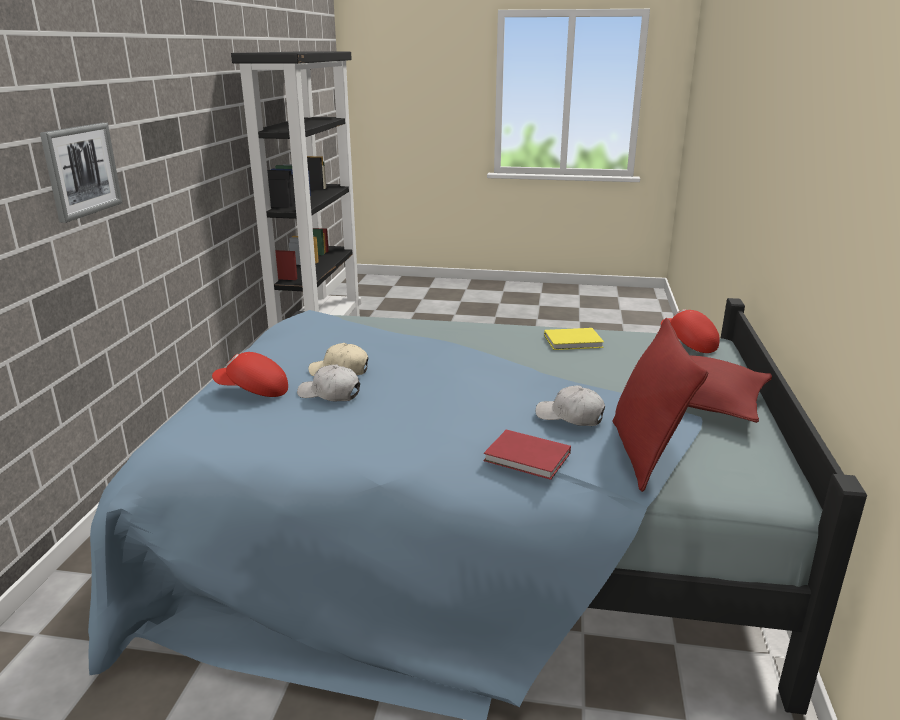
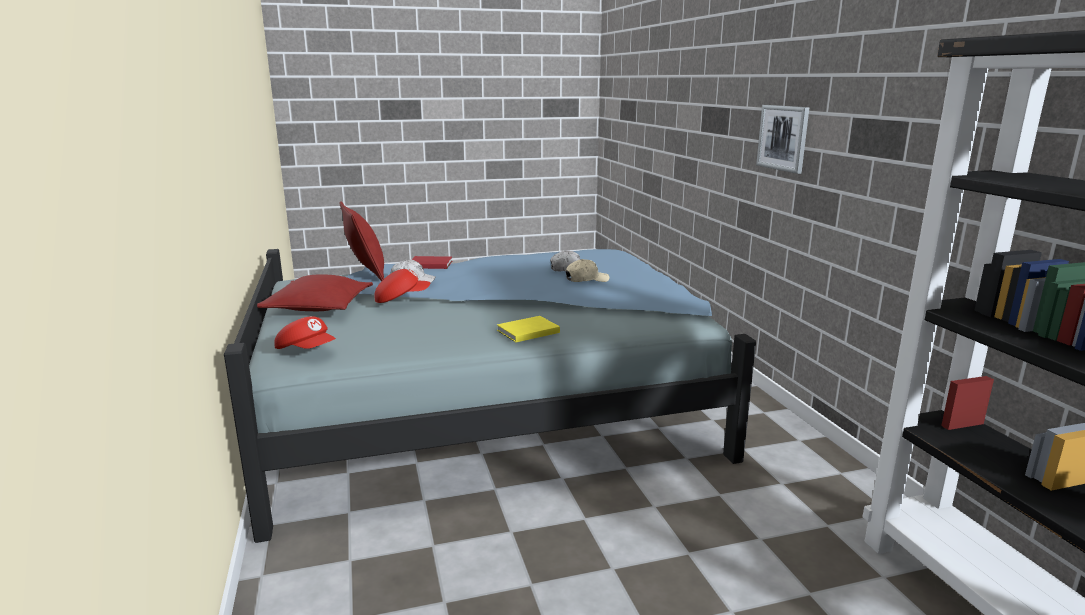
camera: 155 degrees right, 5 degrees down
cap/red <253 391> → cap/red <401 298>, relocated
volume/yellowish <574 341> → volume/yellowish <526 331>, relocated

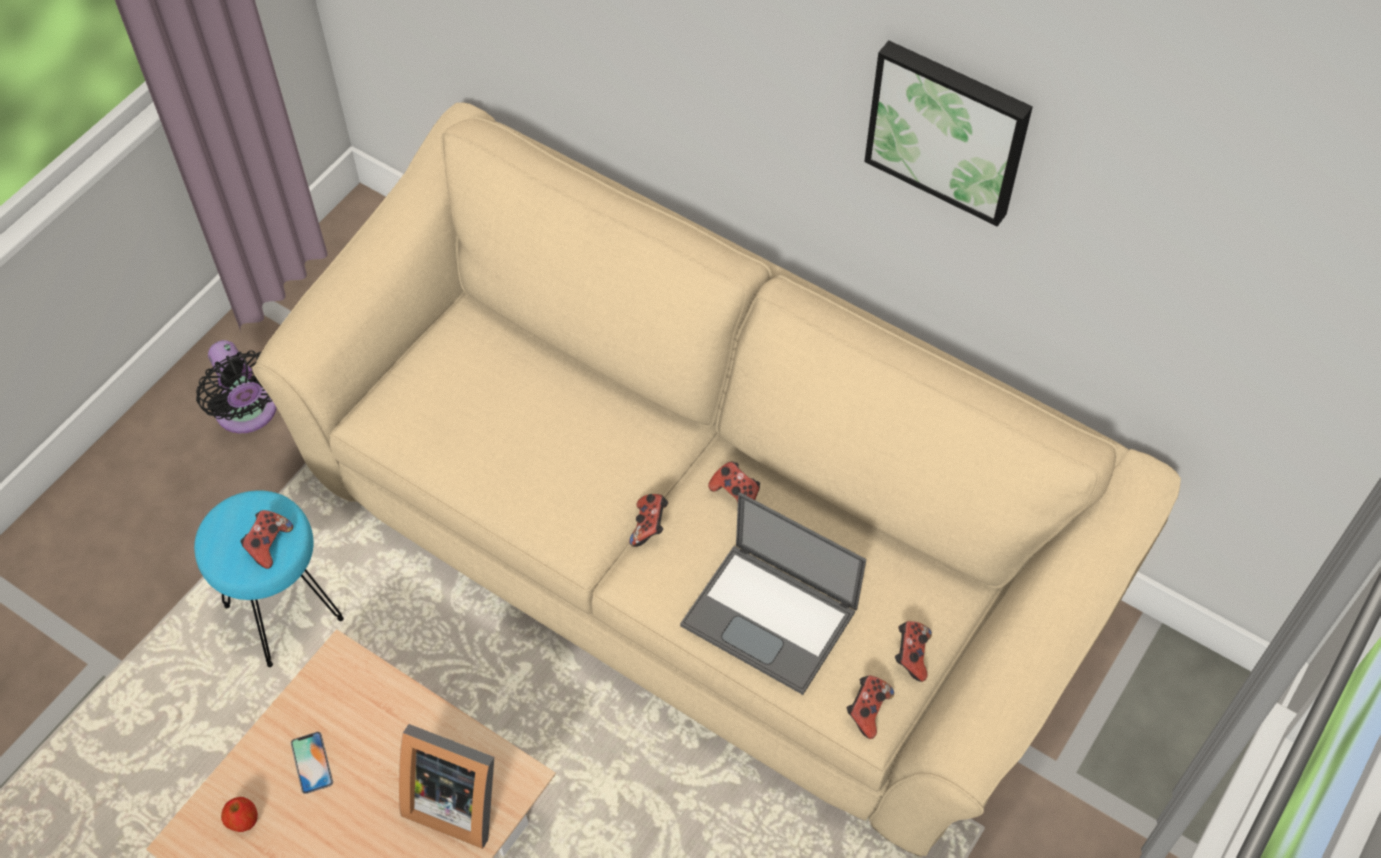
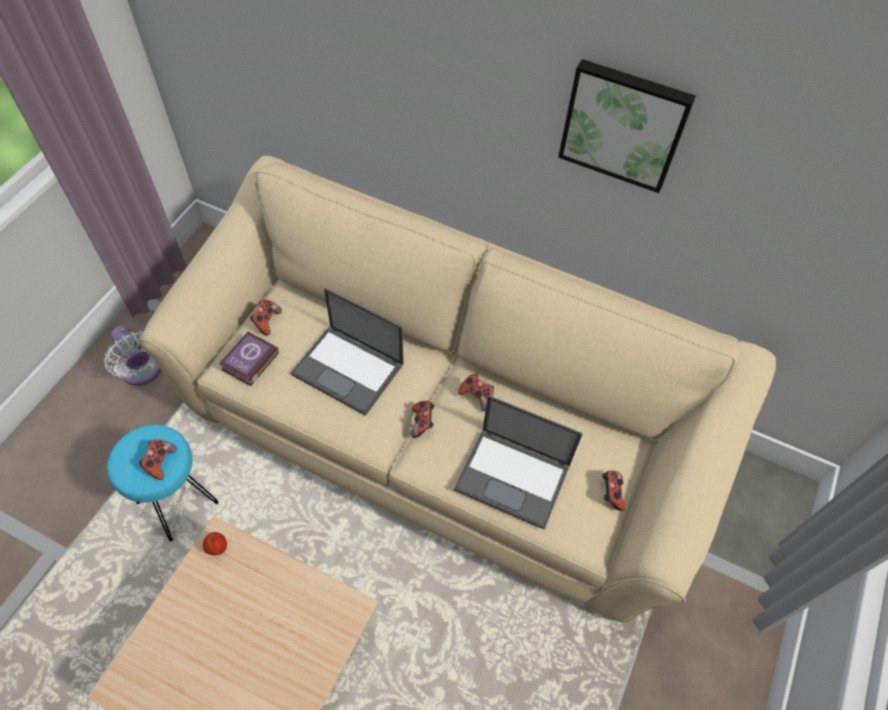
camera: 10 degrees left, 0 degrees up
cooling fan/blackish <248 413> → cooling fan/white-coloured <143 371>
apple fruit <243 821> → apple fruit <217 548>, relocated
handset <311 762> → -
photo frame <455 798> → -
game controller <867 711> → game controller <266 321>, relocated
- → volume <248 361>
- → laptop <349 369>

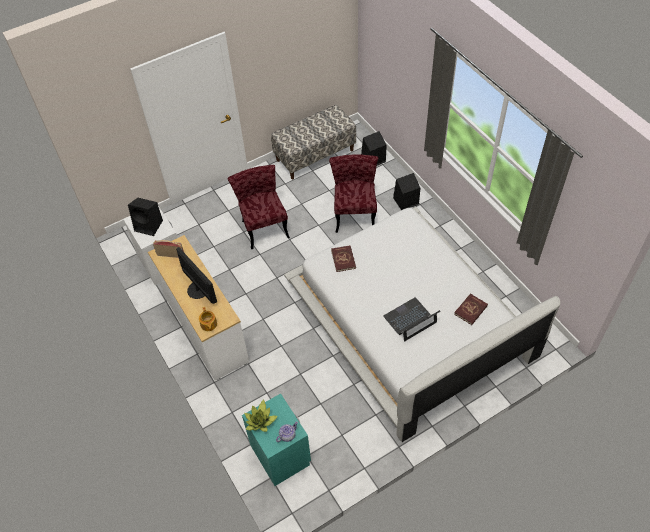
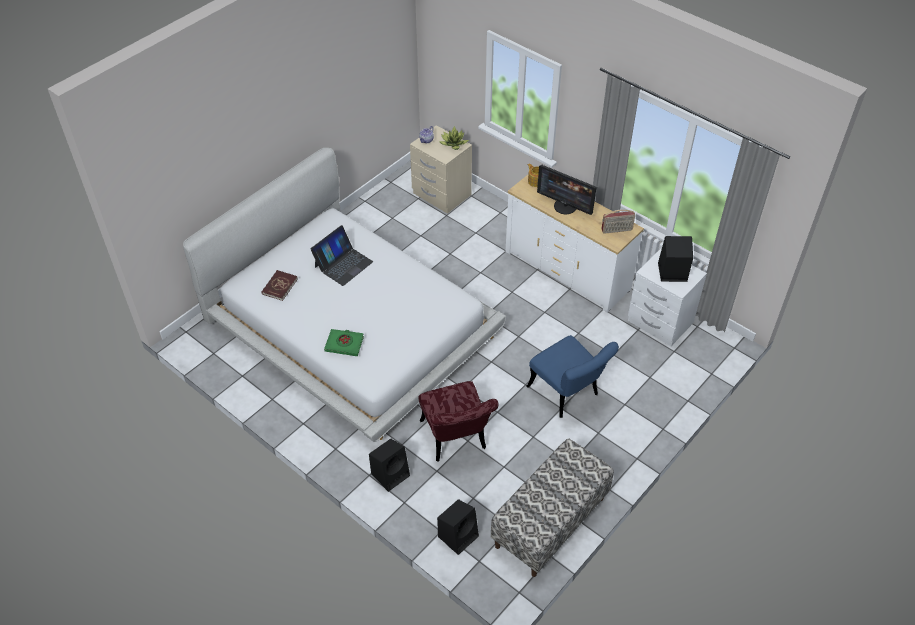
camera: 160 degrees right, 5 degrees down
upright chair/red <263 225> → upright chair/blue <568 394>
night table/turquoise-coloured <281 454> → night table/beige <441 194>
volume/red <343 259> → -
- → volume/green <344 344>

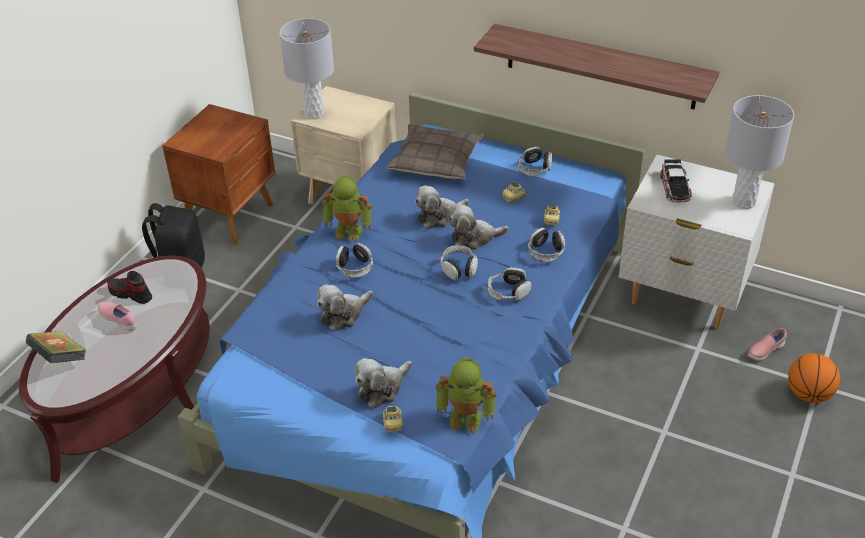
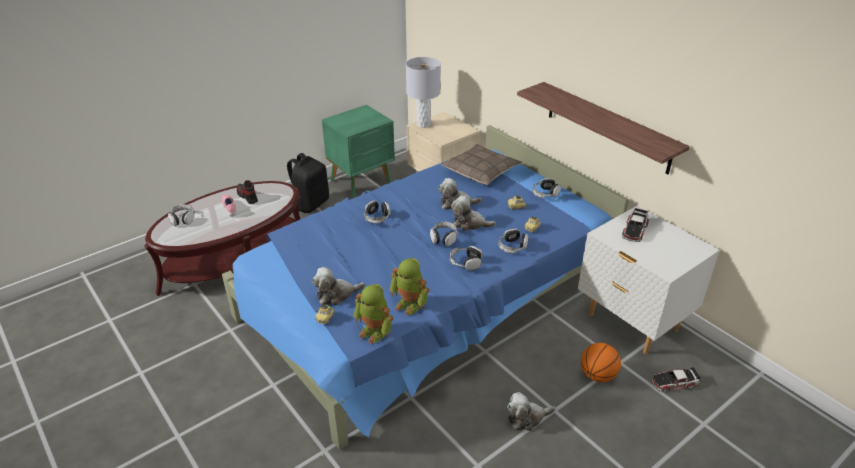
camera: 25 degrees right, 5 degrees down
volume <60 359> → pair of headphones <182 219>
night table/brownish <231 216> → night table/green <362 181>
soft toy <343 314> → soft toy <527 418>, relocated
toy robot <349 230> → toy robot <410 304>, relocated
table lamp/grey <743 201> → -
low shoe/pink <765 351> → toy car <674 383>
basketball ball <808 394> → basketball ball <597 375>, relocated

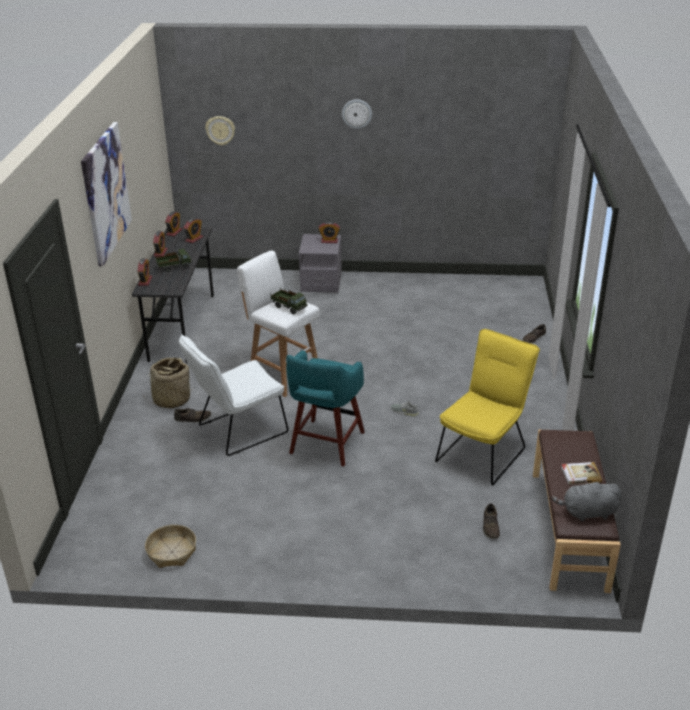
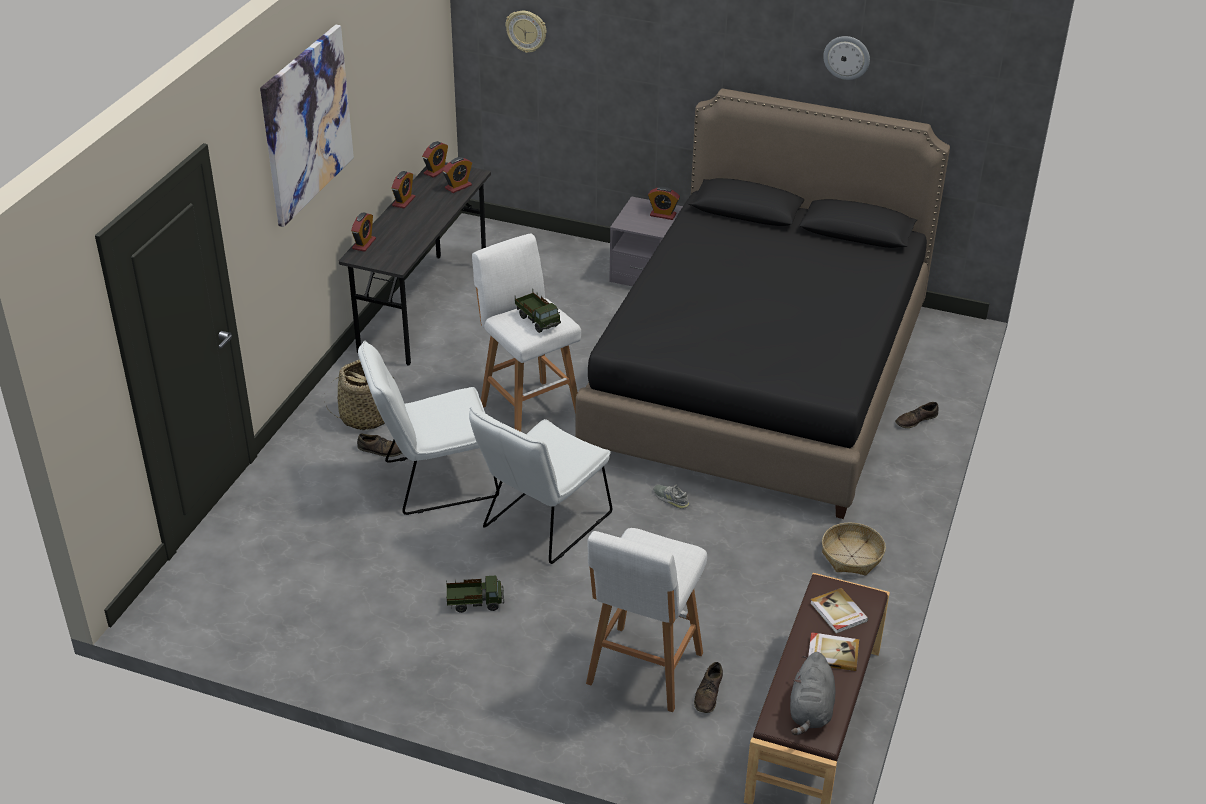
camera: 15 degrees right, 5 degrees up
household basket <172 552> → household basket <852 556>, relocated
model truck <174 267> → model truck <474 603>, relocated
stool seat/turquoise-coloured <326 444> → upright chair/white-coloured <541 525>
wall clock <357 113> → wall clock <846 57>, relocated
upright chair/yellowish <484 452> → -
soft toy/grey <587 513> → soft toy/grey <810 711>, 90 degrees counterclockwise
- → sleeping bed/blackish <760 379>
- → stool seat/white-coloured <643 671>
- → volume <838 613>

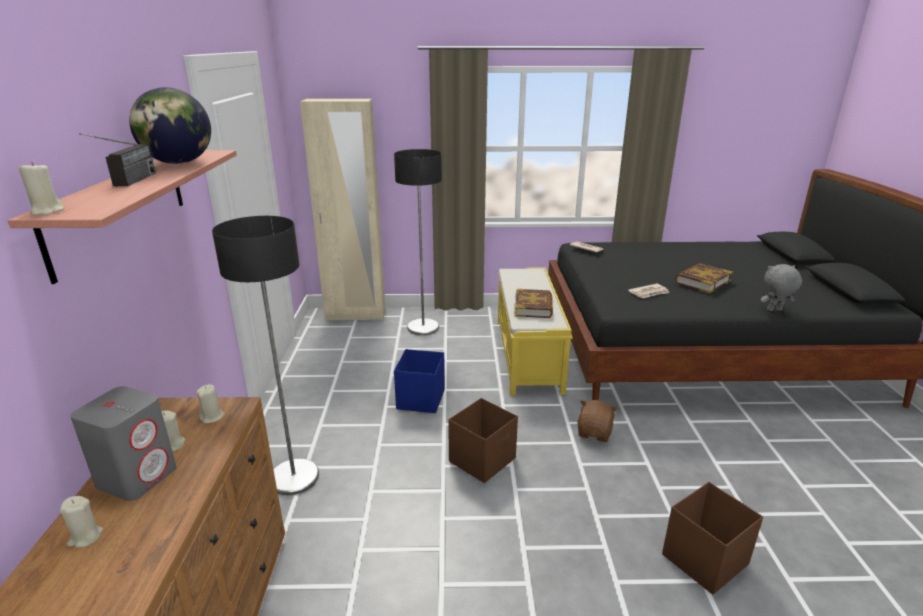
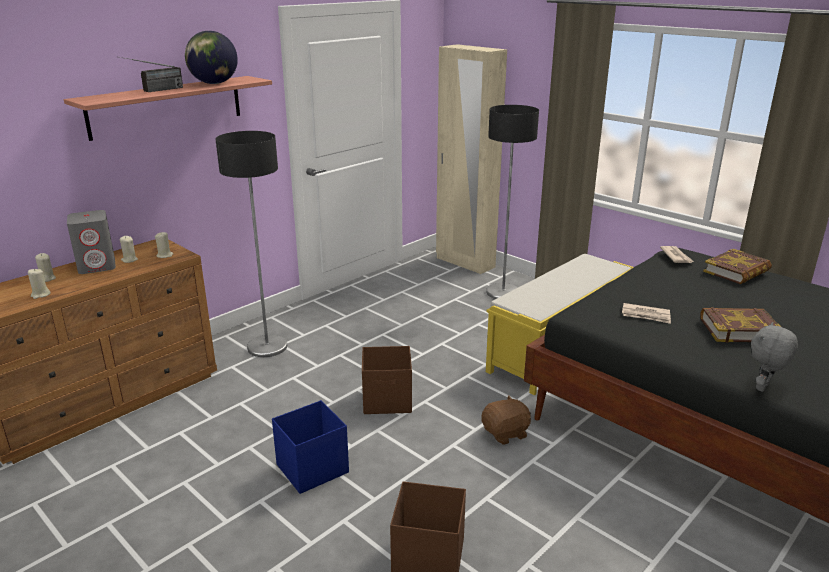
camera: 45 degrees right, 0 degrees up
wax light/beige <47 211> → wax light/beige <40 295>, relocated
storage box/blue <420 400> → storage box/blue <311 469>, relocated
volume <533 307> → volume <736 271>, relocated
soft toy/grey <774 310> → soft toy/grey <764 387>, 90 degrees counterclockwise

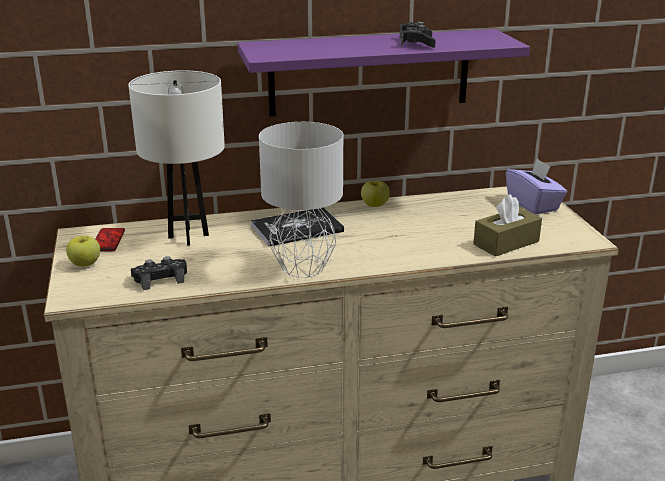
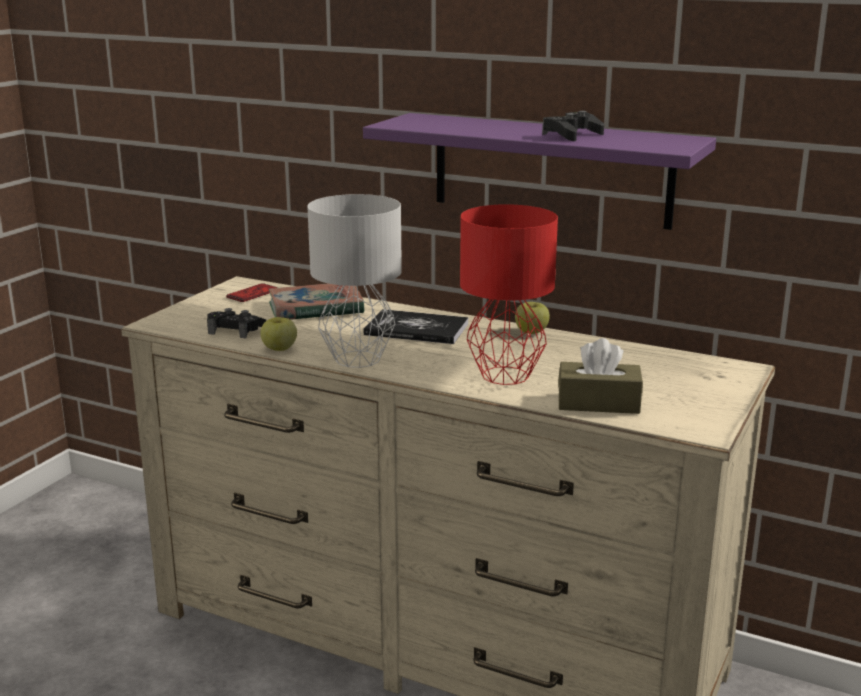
camera: 40 degrees right, 5 degrees down
apple fruit <85 264> → apple fruit <279 349>, relocated
table lamp/white-coloured <188 236> → volume <316 308>
tissue box/purplish <533 204> → -
- → table lamp/red <506 375>

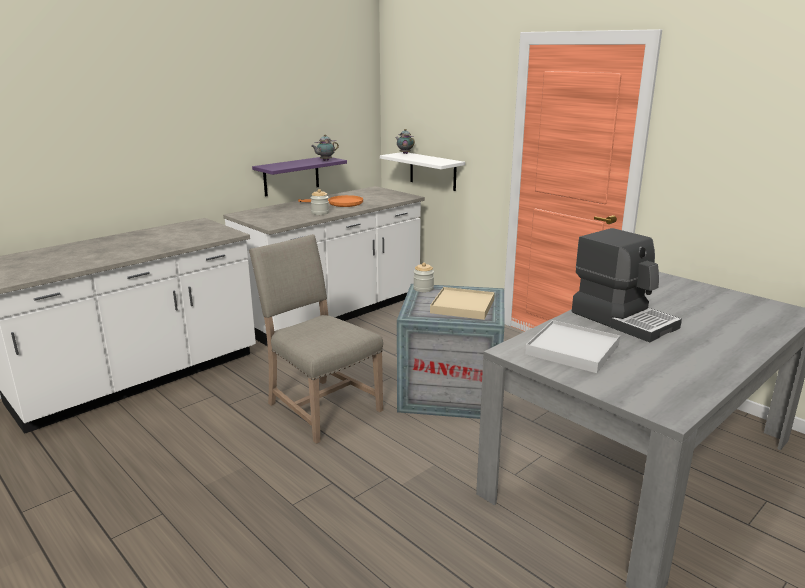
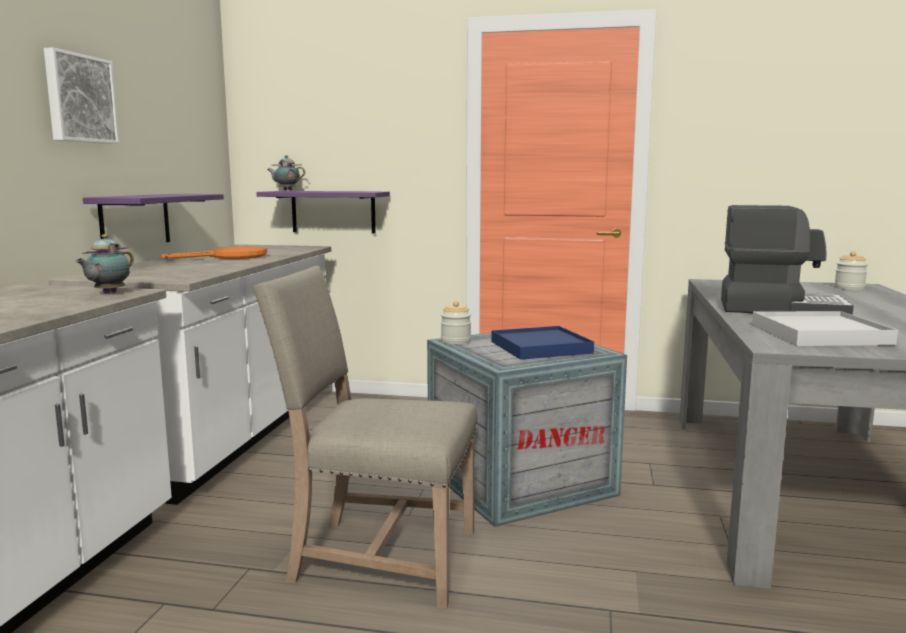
camera: 35 degrees left, 10 degrees down
tea pot <325 160> → tea pot <108 293>, relocated
storage jar <320 213> → storage jar <849 288>, relocated
wall shelf/white-coloured <432 171> → wall shelf/purplish <333 212>
serving tray/beige <463 306> → serving tray/blue <540 347>
- → wall art <79 99>

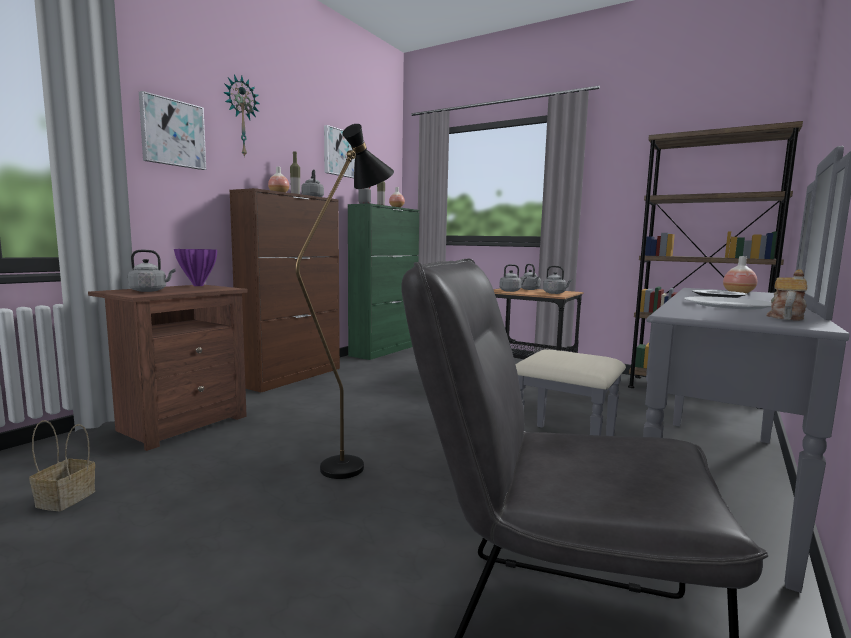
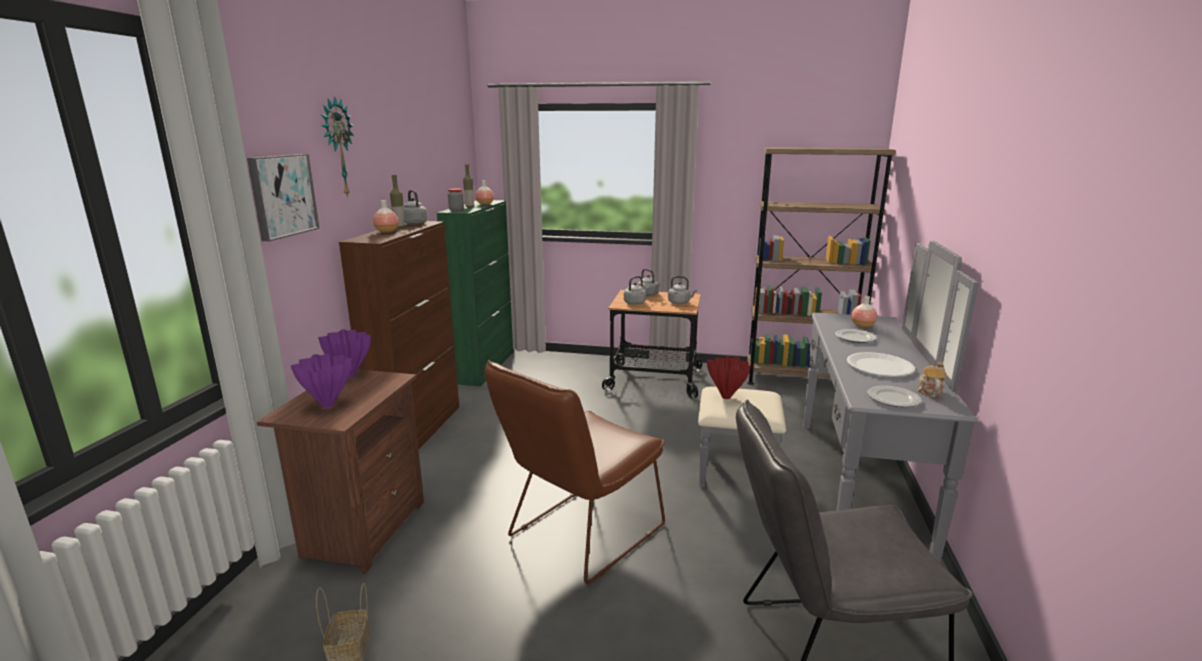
camera: 20 degrees left, 10 degrees up
tea kettle/grey <150 291> → flower vase/purplish <327 405>
standing lamp/blackish <352 462> → upright chair/brownish <579 536>
wall art <339 153> → -
- → flower vase/red <727 397>
- → dinner plate <893 399>

